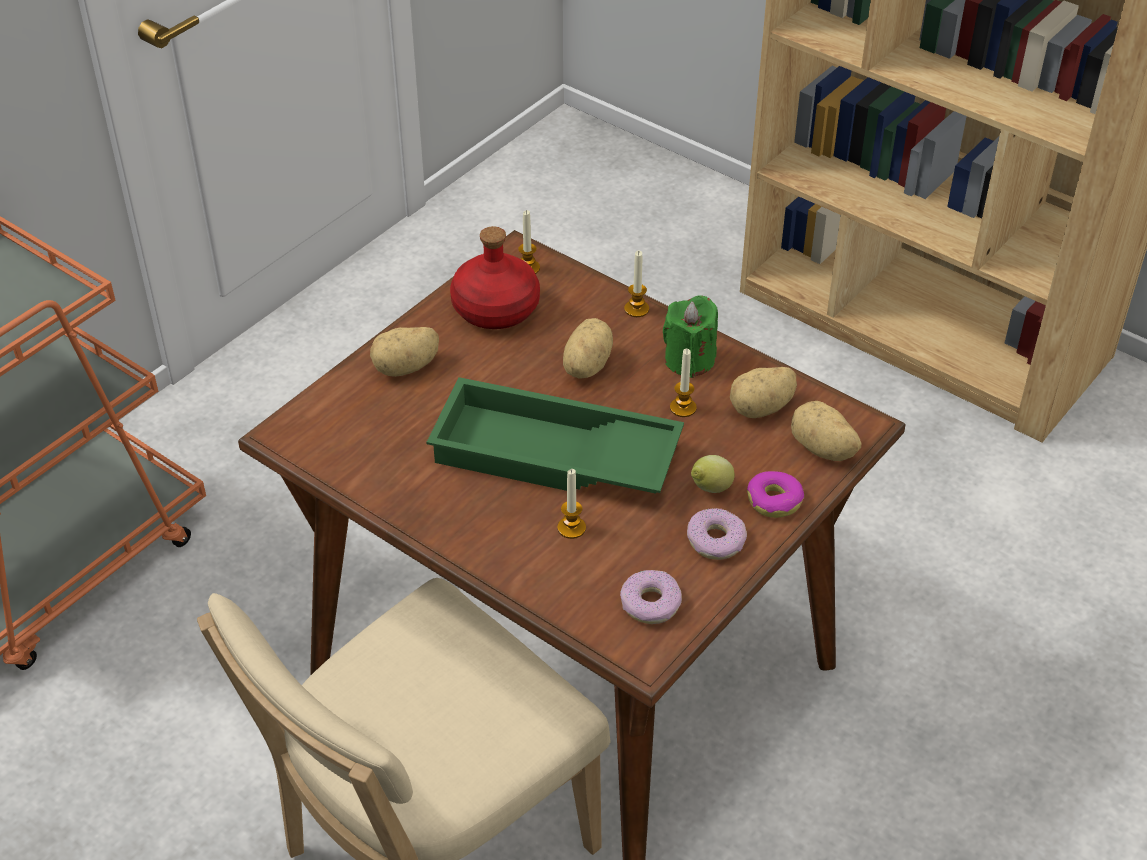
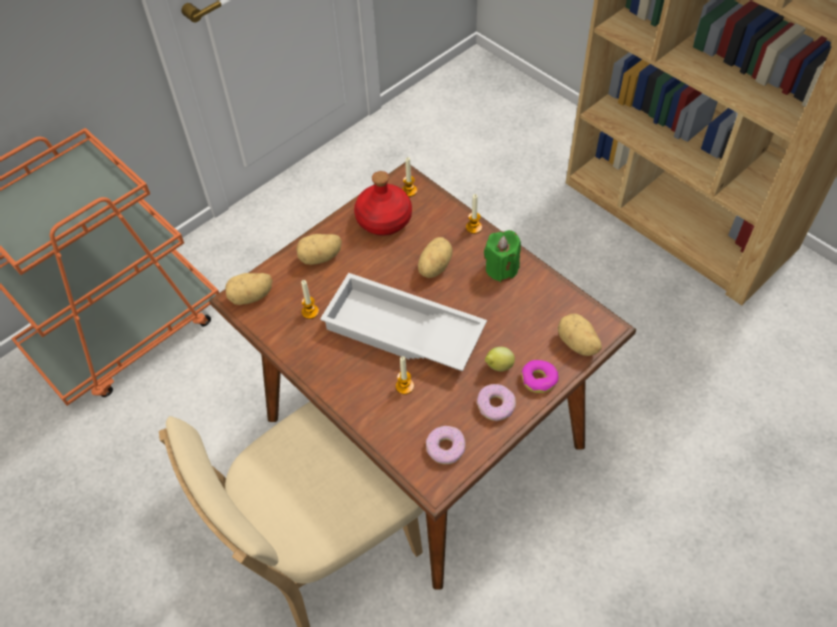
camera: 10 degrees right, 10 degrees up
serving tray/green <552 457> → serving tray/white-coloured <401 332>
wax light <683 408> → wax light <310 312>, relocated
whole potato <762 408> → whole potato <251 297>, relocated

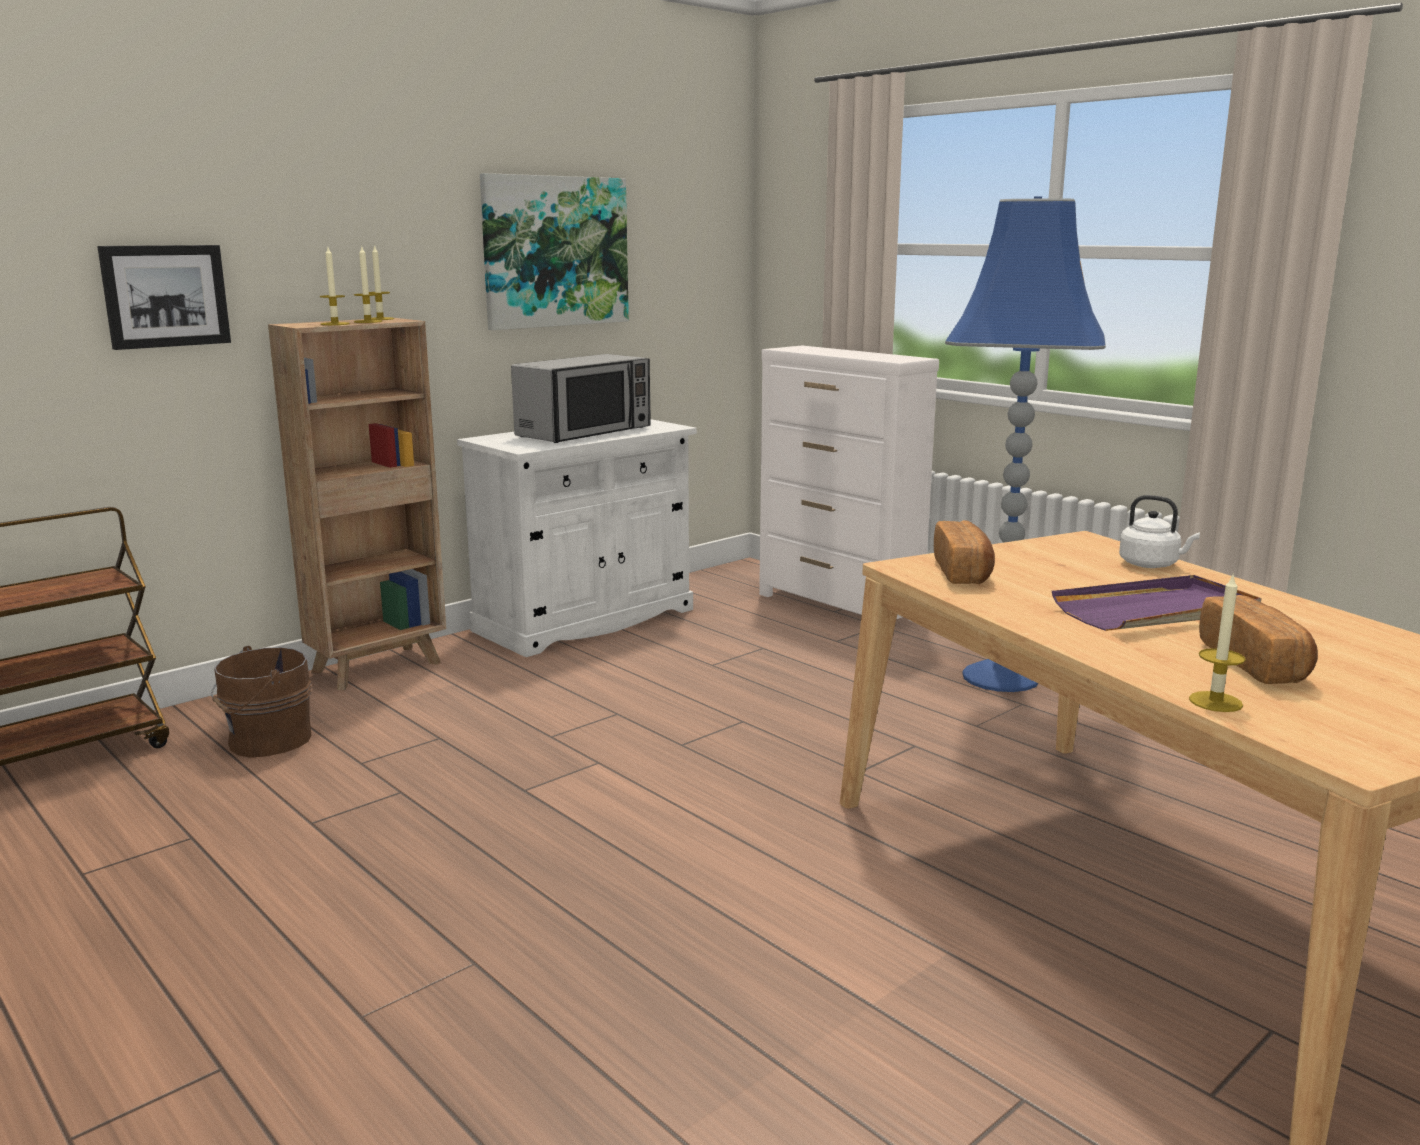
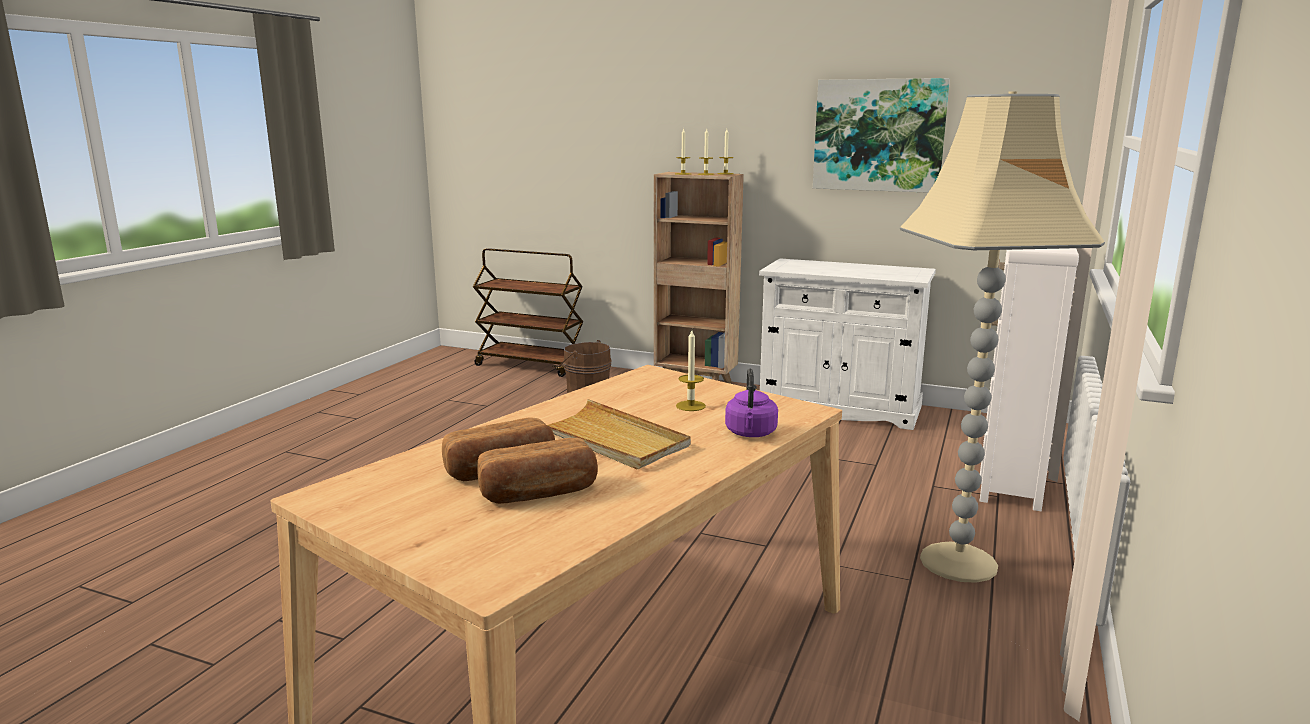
camera: 65 degrees right, 0 degrees up
wall art <165 296> → -
kitchen microwave <585 432> → -
bread <963 572> → bread <539 492>, relocated
standing lamp/blue <1002 677> → standing lamp/beige <960 563>
serving tray/purplish <1157 611> → serving tray/beige <610 439>
tea kettle/white-coloured <1151 565> → tea kettle/purplish <751 434>
wax light <1215 702> → wax light <690 406>, relocated

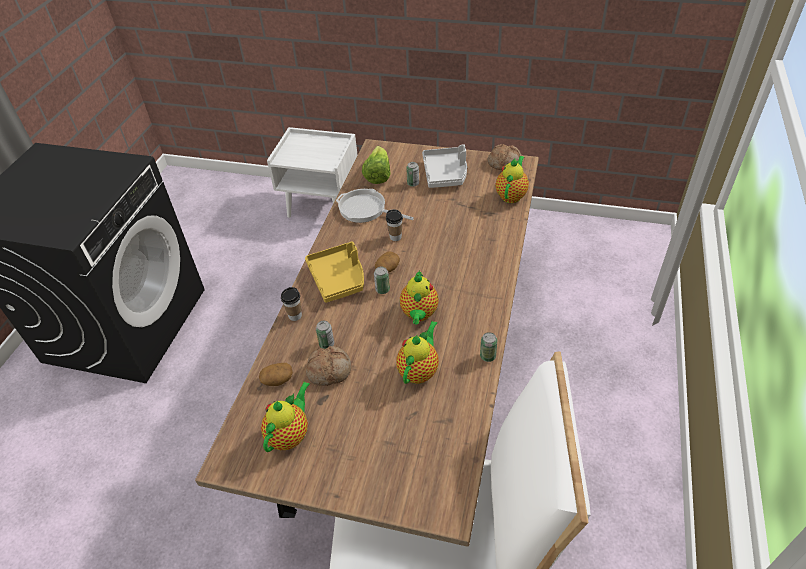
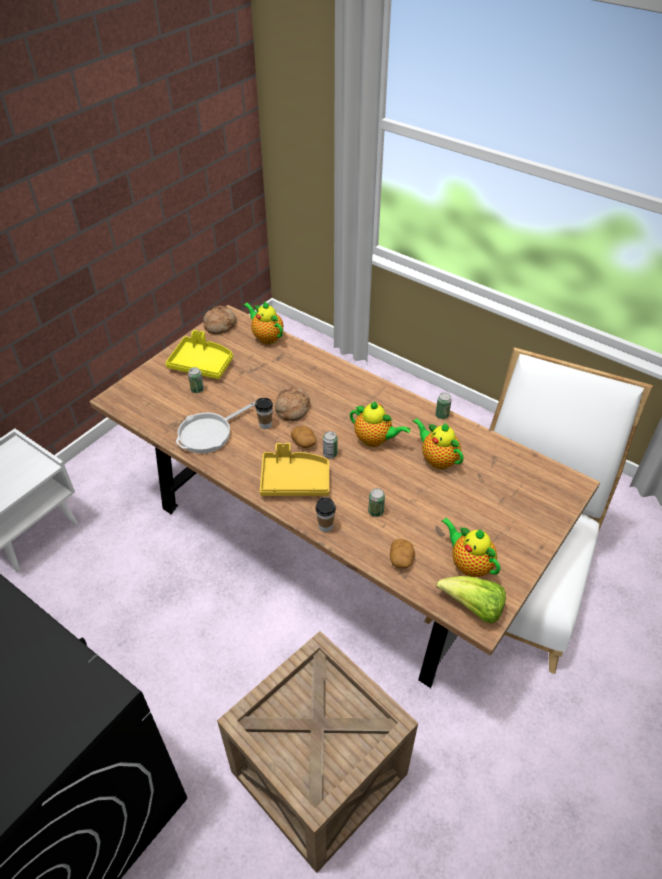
camera: 70 degrees left, 0 degrees up
bread <329 370> → bread <291 409>, relocated
lettuce head <378 175> → lettuce head <473 608>, relocated
serving tray/grey <445 174> → serving tray/yellowish <202 364>
- → crate <319 772>

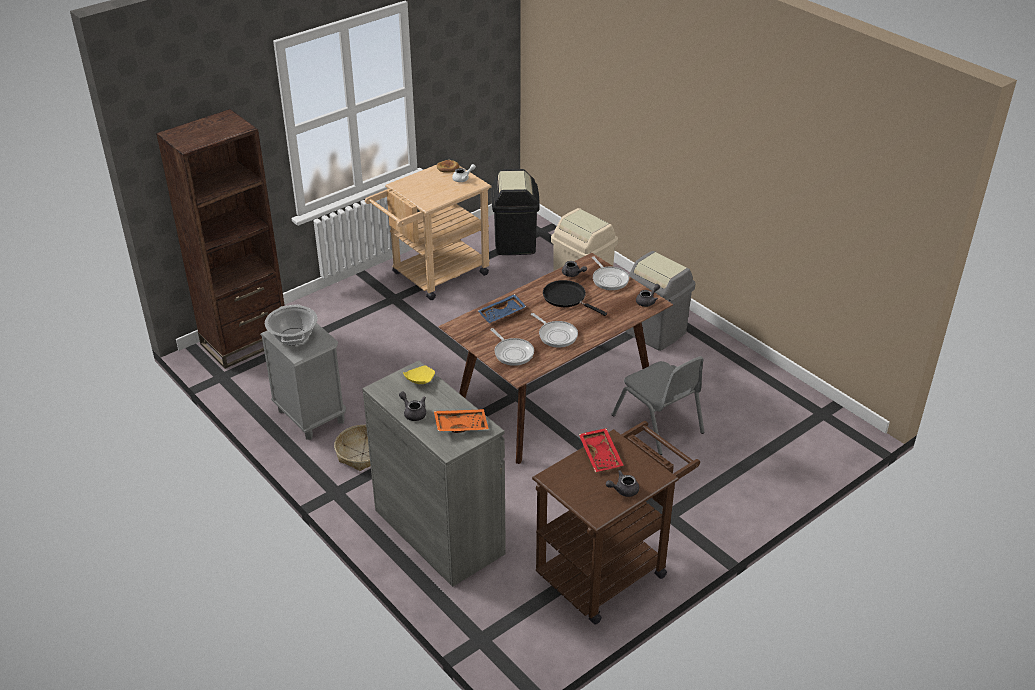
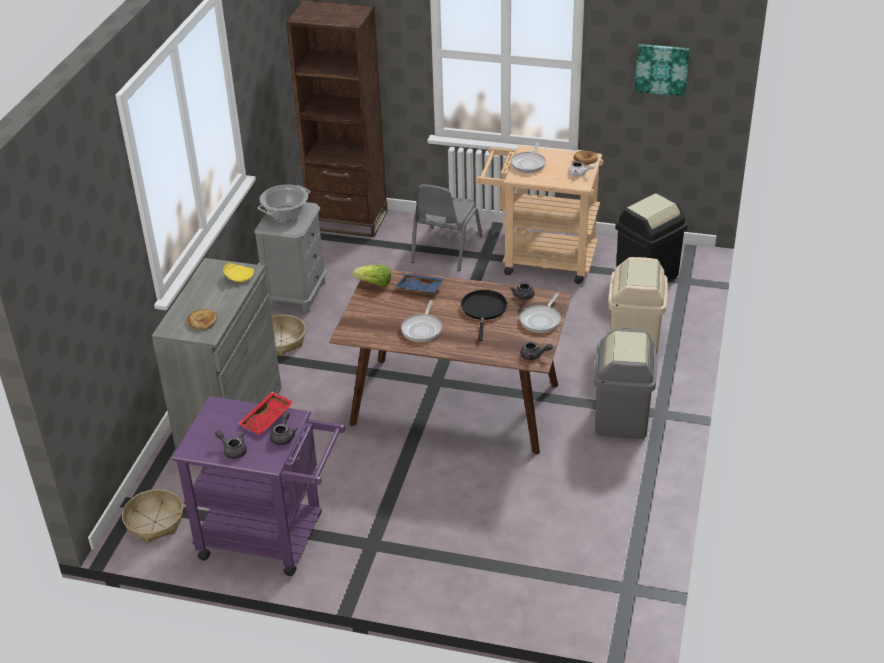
camera: 55 degrees right, 0 degrees up
tea pot/grey <413 412> → tea pot/grey <283 436>, relocated
serving tray/orange-coloured <461 425> → bread <202 321>
pan <512 353> → pan <529 163>, relocated
wheeled cart/brownish <609 568> → wheeled cart/purplish <272 538>
upright chair/grey <658 424> → upright chair/grey <445 249>, relocated
- → household basket <154 522>
- → lettuce head <374 284>
- → wall art <662 69>

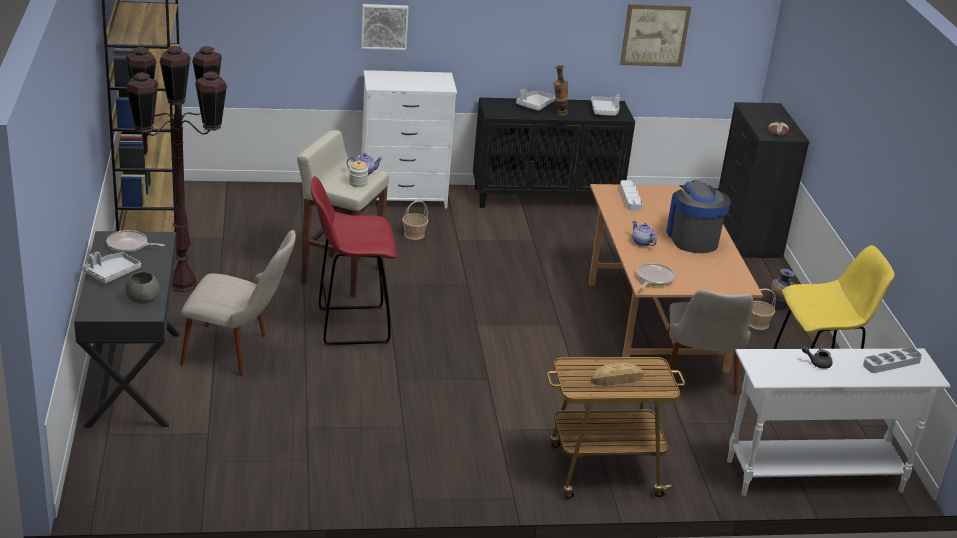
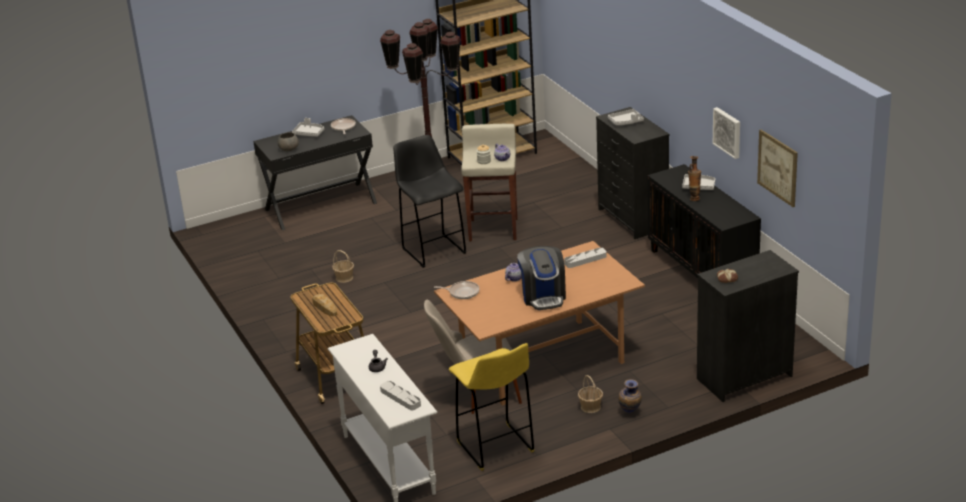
camera: 75 degrees right, 0 degrees up
upright chair/beige <239 352> → -
stool seat/red <350 326> → stool seat/blackish <433 250>
wall art <384 26> → wall art <728 132>, relocated
chest of drawers/white-coloured <403 197> → chest of drawers/blackish <632 219>
household basket <414 234> → household basket <344 278>, relocated
serving tray/grey <605 111> → serving tray/grey <626 122>, relocated
coffee brewer <692 238> → coffee brewer <543 296>, 105 degrees clockwise

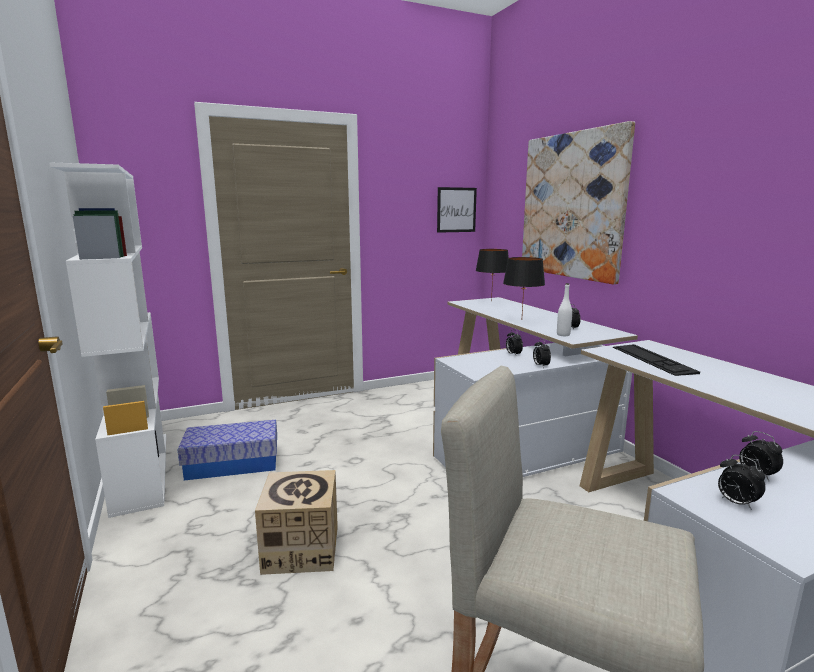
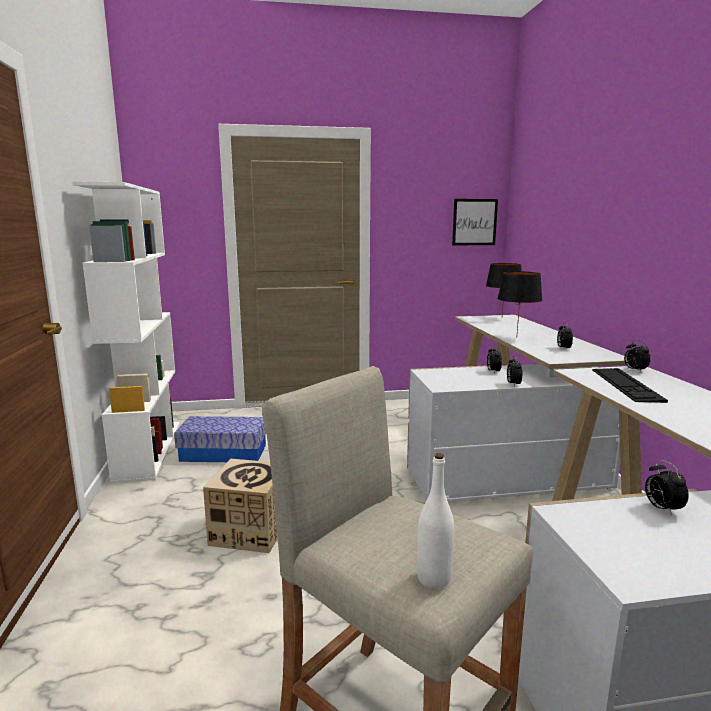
camera: 15 degrees right, 0 degrees up
wall art <572 206> → -
bottle/white-coloured <563 335> → bottle/white-coloured <433 578>, relocated
alarm clock <736 503> → alarm clock <634 370>, relocated

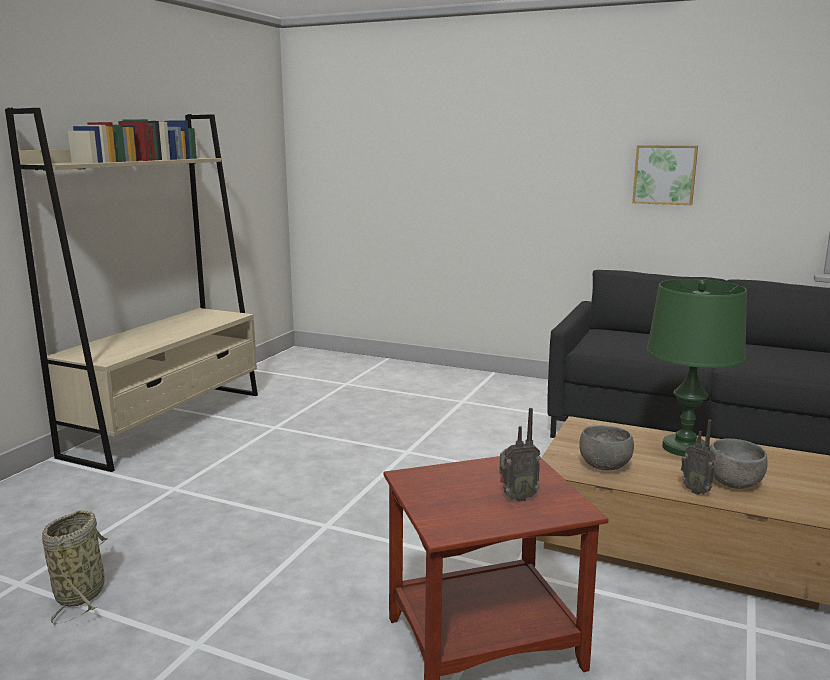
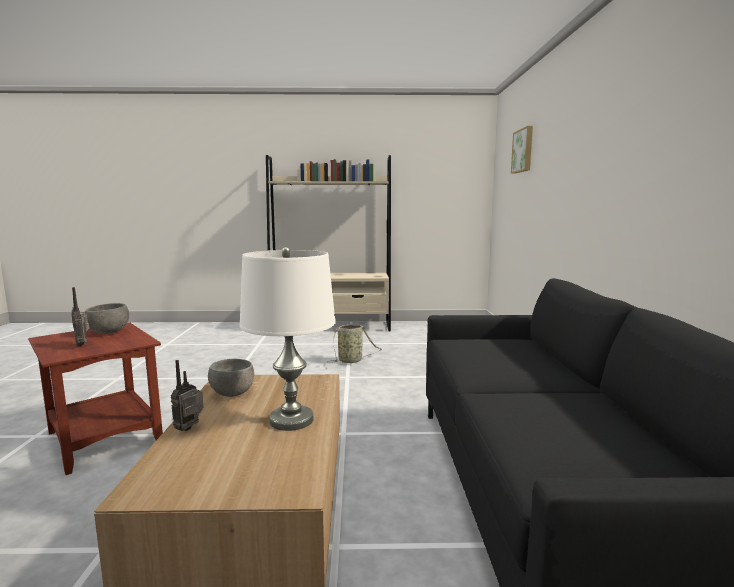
camera: 65 degrees right, 5 degrees down
household basket <82 592> → household basket <352 361>, relocated
wall art <664 174> → wall art <523 150>, relocated
table lamp/green <684 448> → table lamp/white-coloured <292 420>
bowl/grey <732 484> → bowl/grey <109 332>, relocated

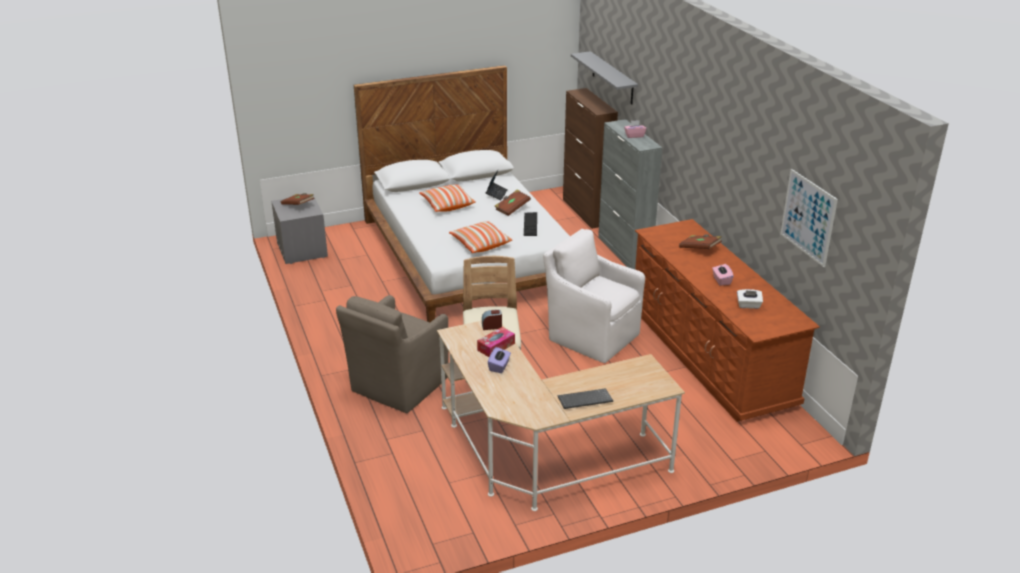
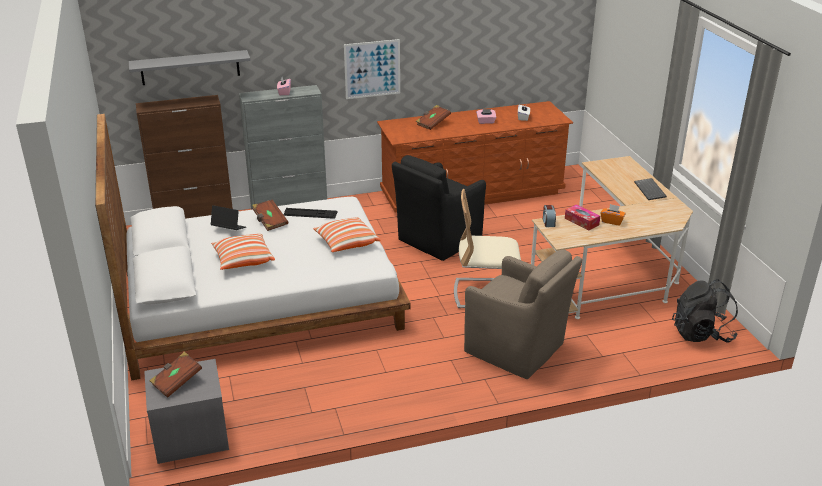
camera: 85 degrees left, 0 degrees up
tissue box/purplish <499 366> → tissue box/orange-coloured <612 221>
easy chair/white-coloured <591 336> → easy chair/blackish <437 240>
wall art <808 217> → wall art <372 69>, relocated
- → knapsack/blackish <701 334>

